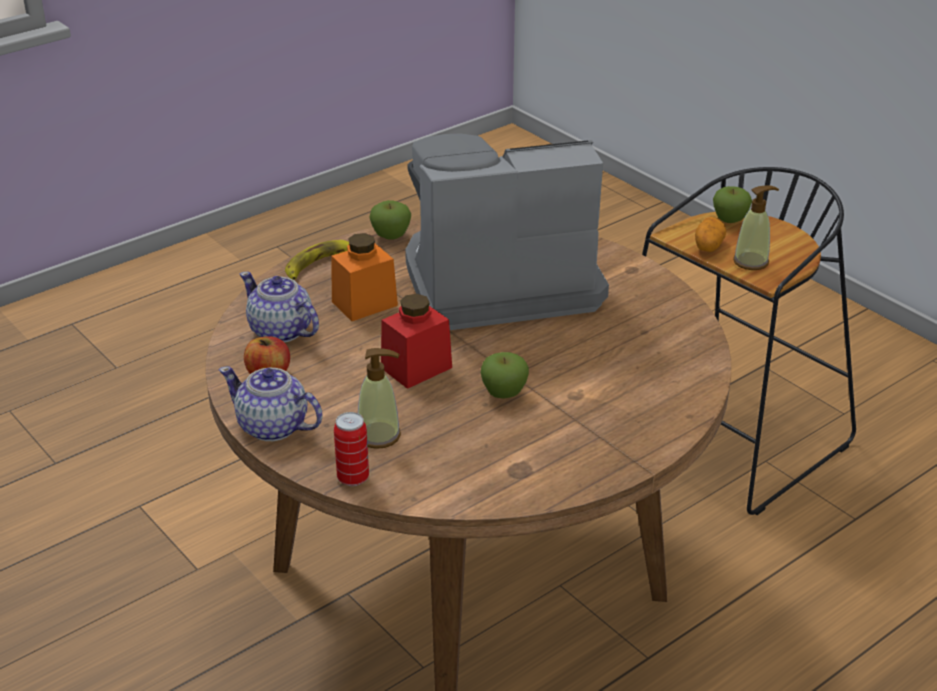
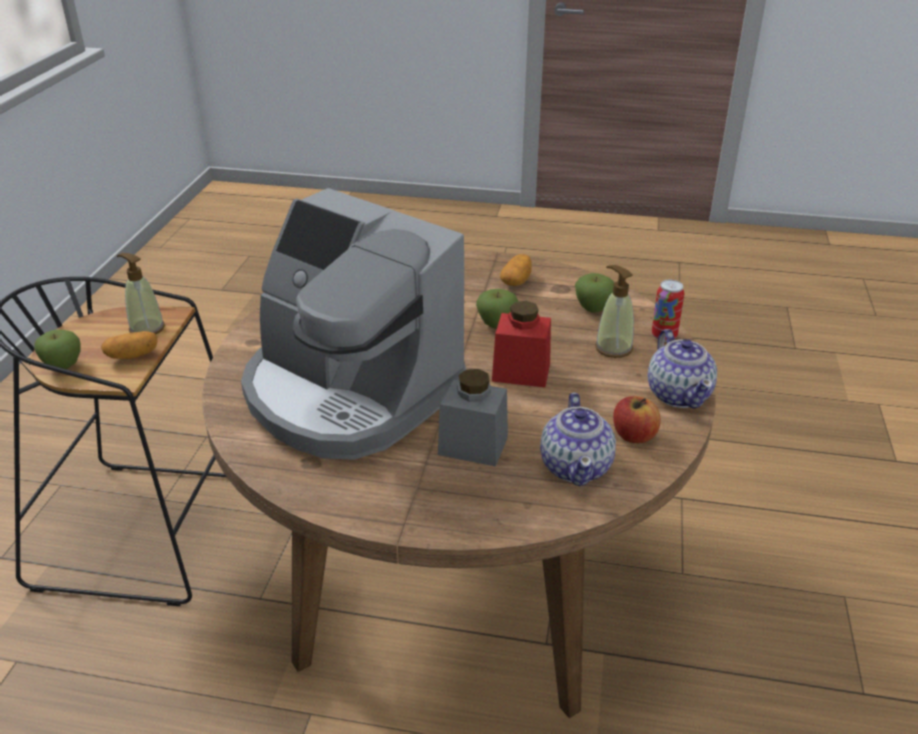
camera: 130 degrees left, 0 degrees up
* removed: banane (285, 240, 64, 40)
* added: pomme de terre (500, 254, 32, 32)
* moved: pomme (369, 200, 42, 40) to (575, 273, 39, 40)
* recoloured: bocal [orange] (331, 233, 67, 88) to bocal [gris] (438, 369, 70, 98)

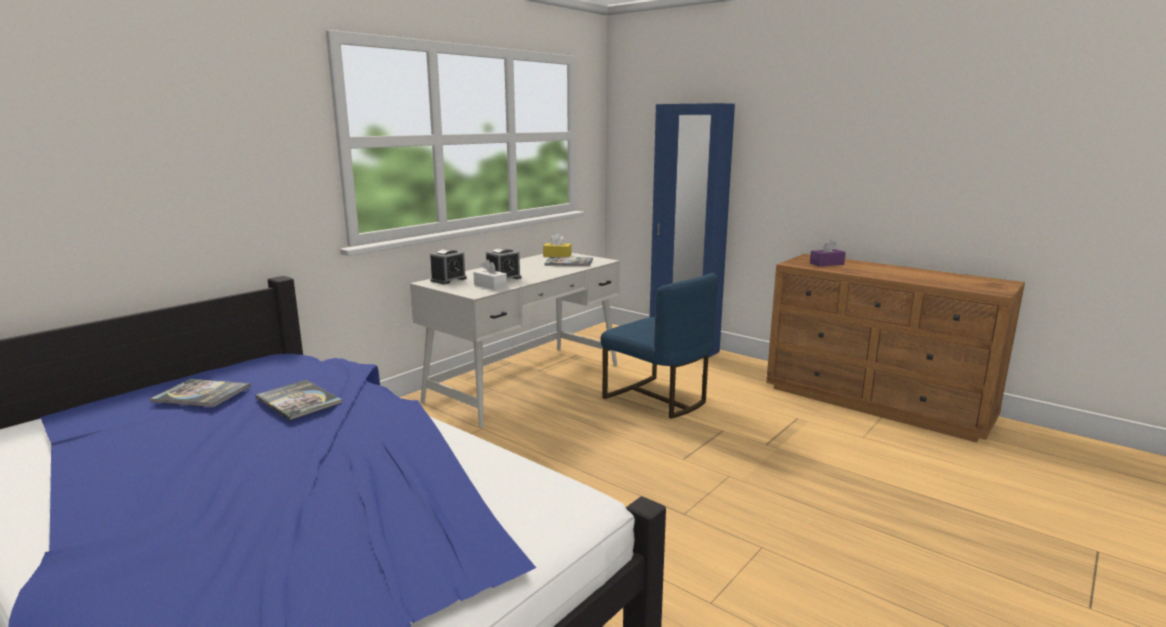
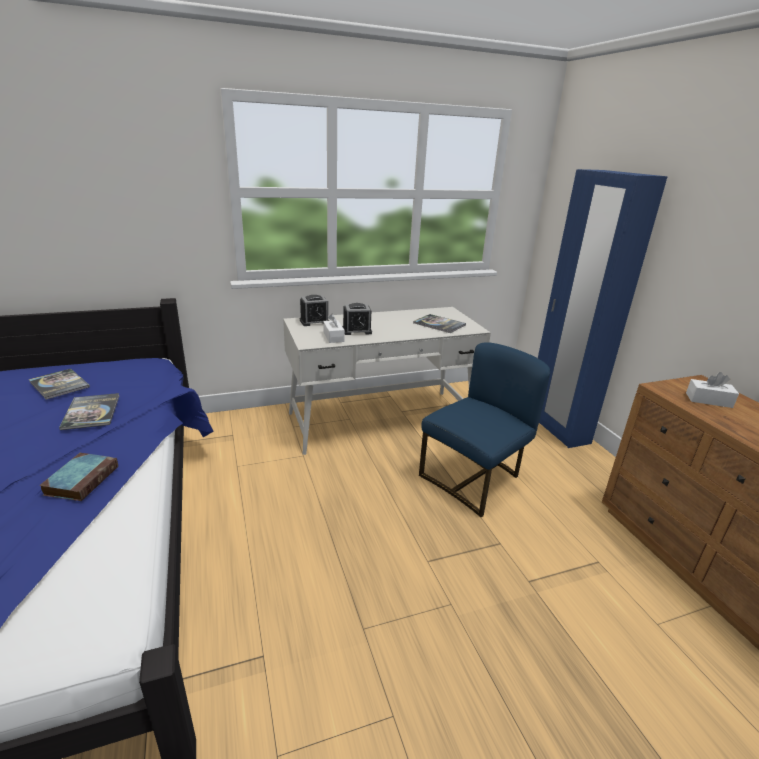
camera: 30 degrees right, 10 degrees up
* removed: boîte à mouchoirs [jaune] (543, 234, 29, 23)
* added: livre (39, 453, 79, 48)
* recoloured: boîte à mouchoirs [violet] (810, 239, 36, 27) to boîte à mouchoirs [blanc] (686, 372, 53, 36)
* turned: chaise [bleu] (601, 273, 116, 146) = (419, 342, 131, 176) 120 degrees counterclockwise

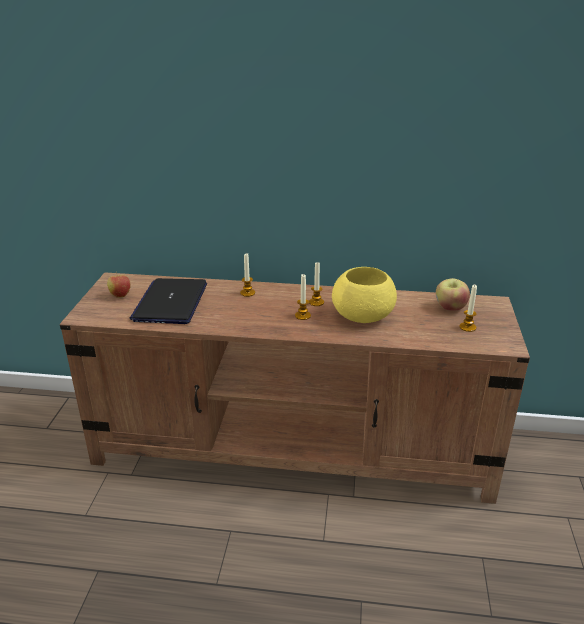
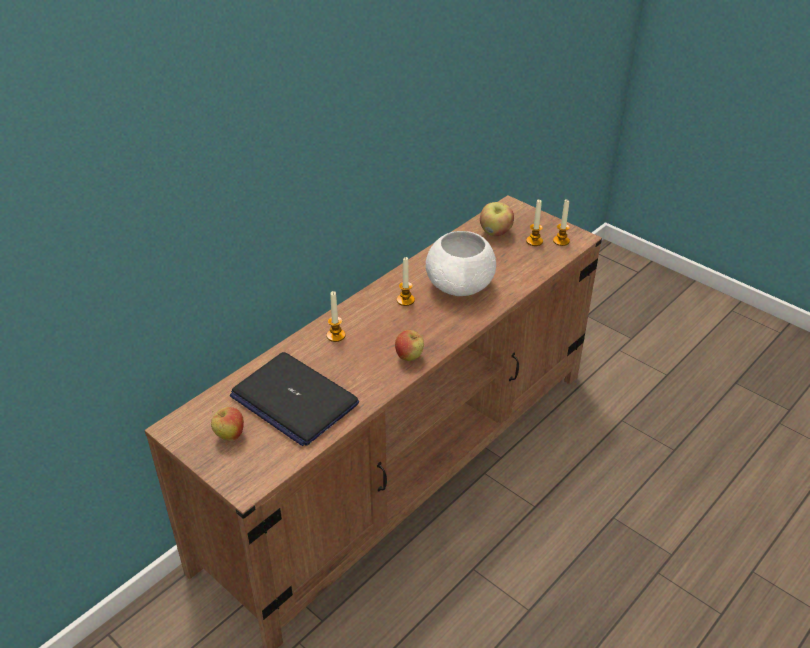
camera: 55 degrees left, 10 degrees up
* added: pomme (395, 330, 29, 31)
* moved: bougie (295, 274, 16, 46) to (553, 200, 17, 46)
* recoloured: bol [jaune] (332, 267, 65, 56) to bol [blanc] (426, 231, 70, 65)

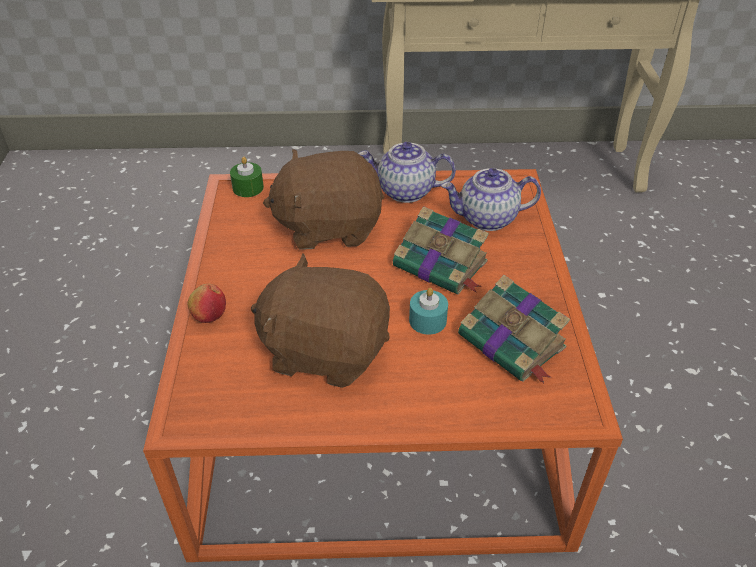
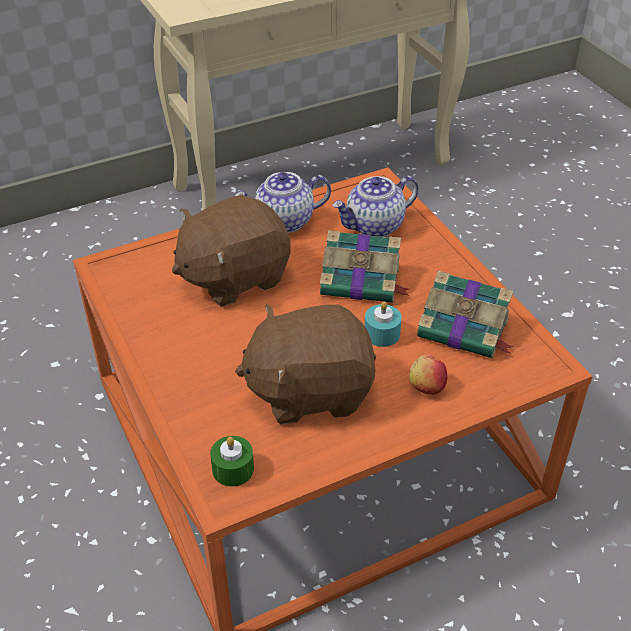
camera: 25 degrees left, 0 degrees up
* moved: pomme (188, 284, 38, 39) to (409, 354, 38, 41)
* moved: bougie [vert] (230, 157, 34, 40) to (210, 436, 44, 51)

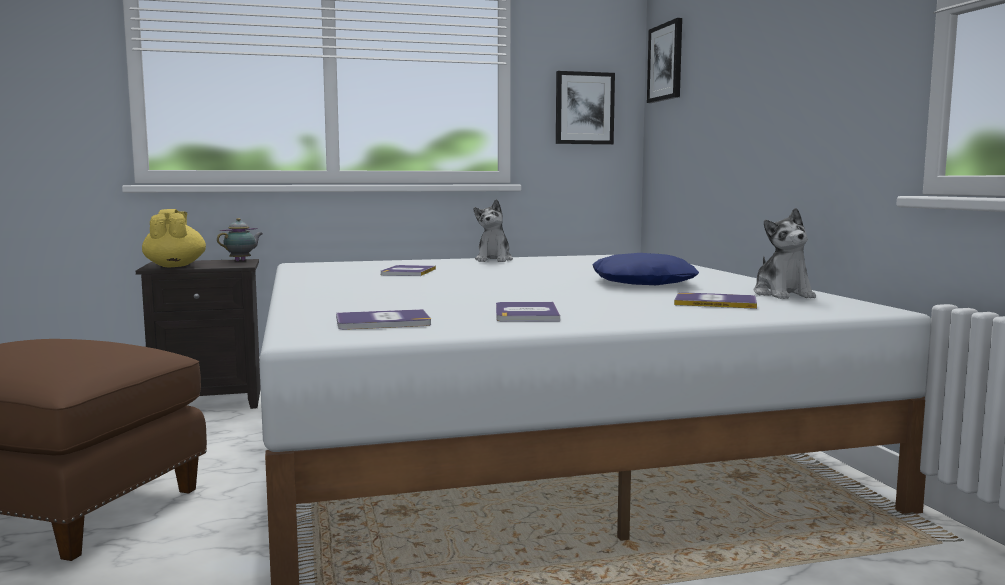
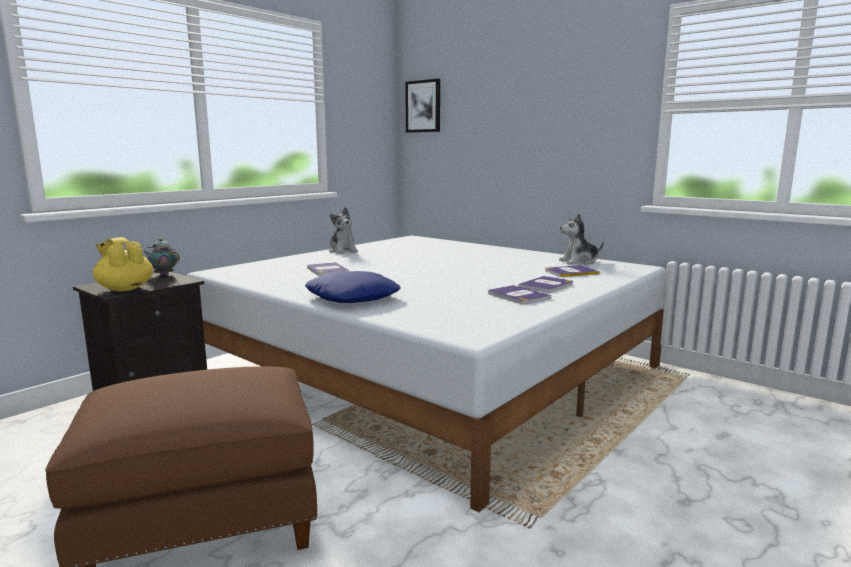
camera: 35 degrees left, 5 degrees up
* removed: tableau (556, 71, 59, 74)
* moved: livre (336, 309, 95, 21) to (518, 276, 55, 16)
* moved: coussin [bleu] (592, 253, 107, 32) to (305, 271, 96, 32)
* turned: théière (217, 218, 46, 43) = (144, 238, 36, 38) 75 degrees counterclockwise
* turned: peluche (754, 208, 62, 91) = (559, 214, 45, 51) 120 degrees clockwise

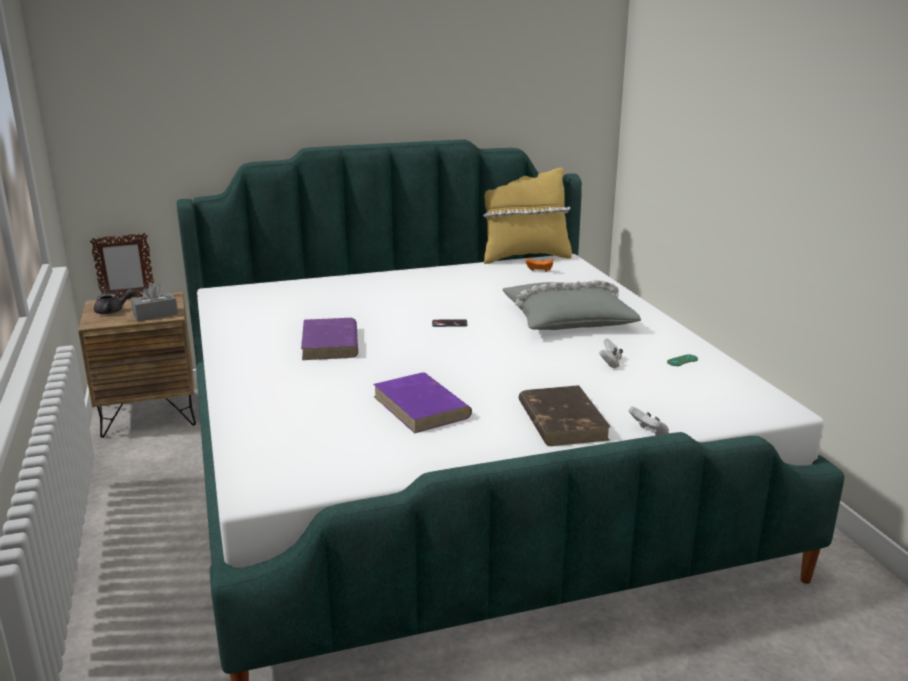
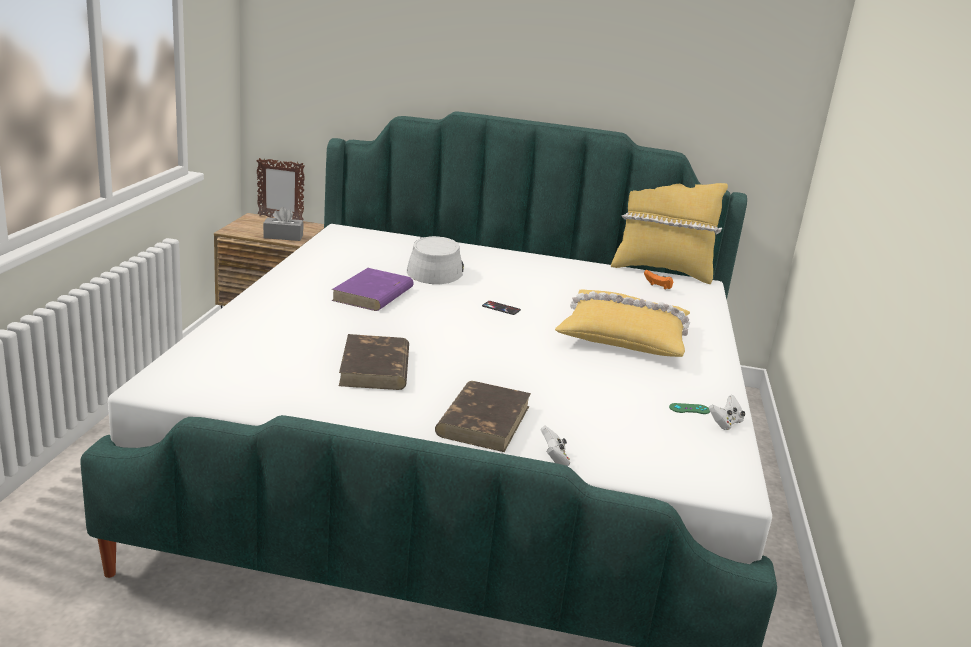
camera: 25 degrees right, 0 degrees up
* removed: théière [gris] (94, 289, 41, 25)
* added: chapeau [gris] (407, 236, 57, 48)
* moved: manette [blanc] (599, 338, 24, 30) to (709, 395, 36, 35)
* recoloured: livre [violet] (373, 372, 99, 61) to livre [marron] (339, 334, 70, 56)
* recoloured: coussin [gris] (502, 280, 139, 50) to coussin [jaune] (555, 289, 135, 68)

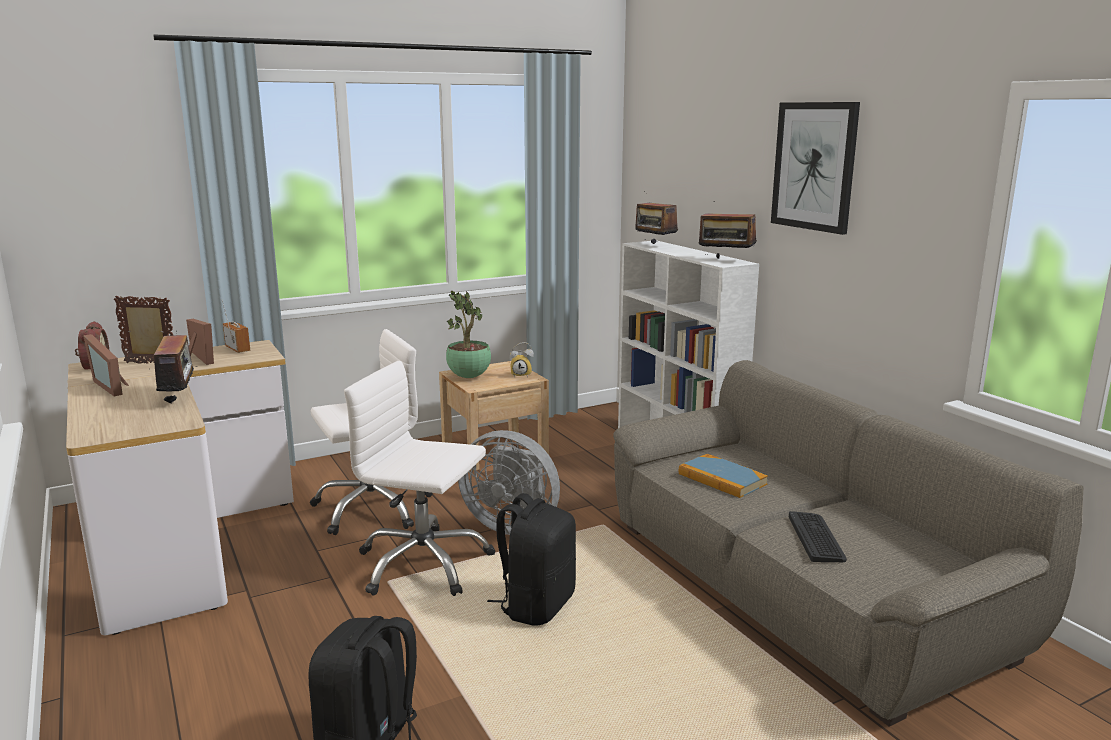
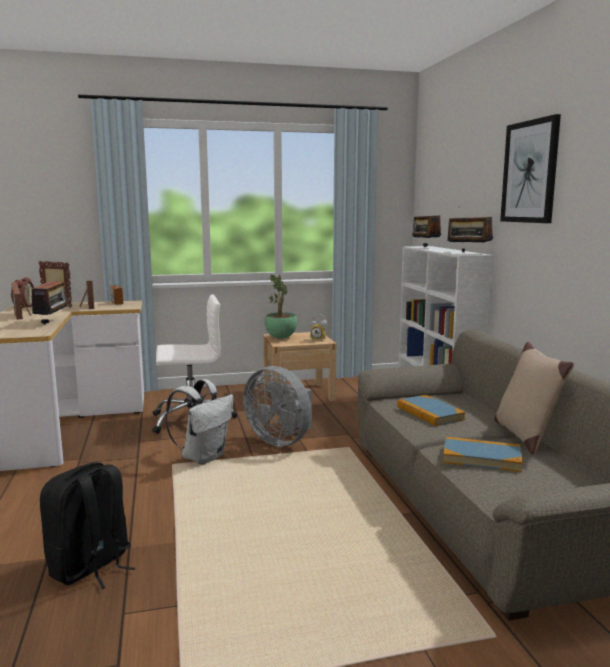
camera: 15 degrees right, 5 degrees down
* removed: sac à dos [noir] (487, 493, 89, 133)
* added: coussin [beige] (494, 342, 80, 113)
* replaced: chaise de bureau [blanc] (344, 361, 151, 235) to sac à dos [blanc] (165, 379, 68, 86)
* replaced: clavier (789, 511, 58, 51) to livre (443, 437, 80, 35)

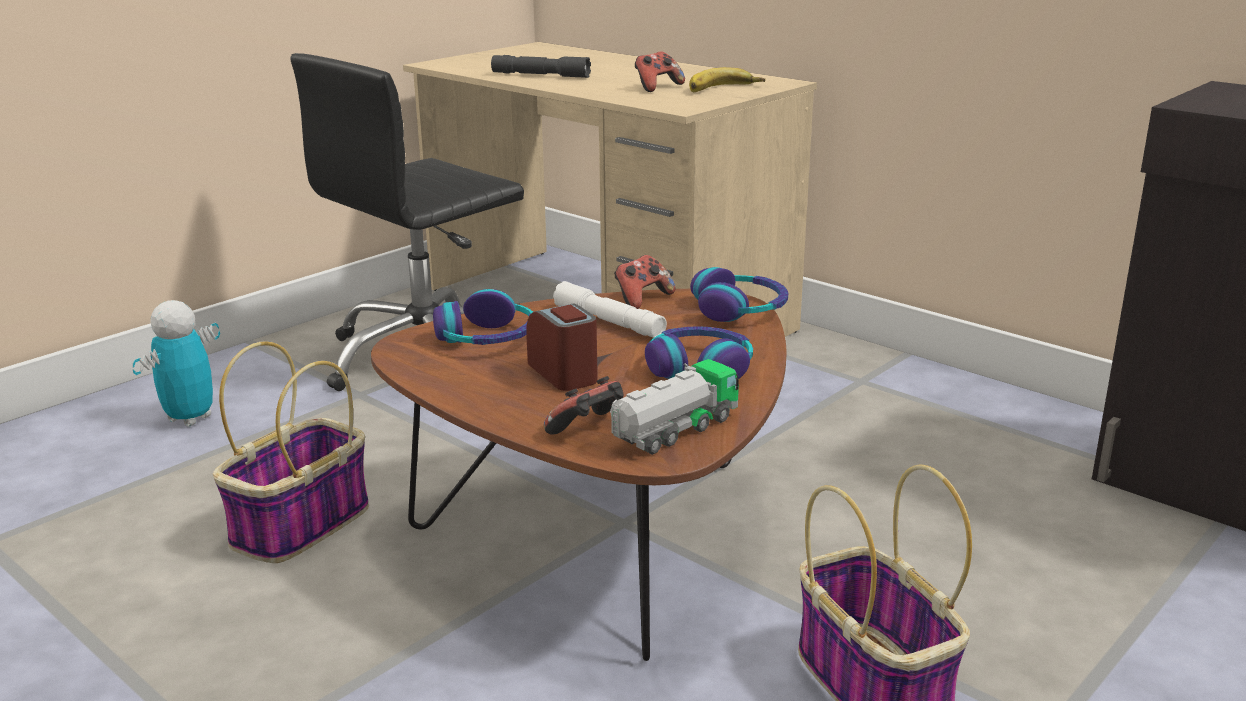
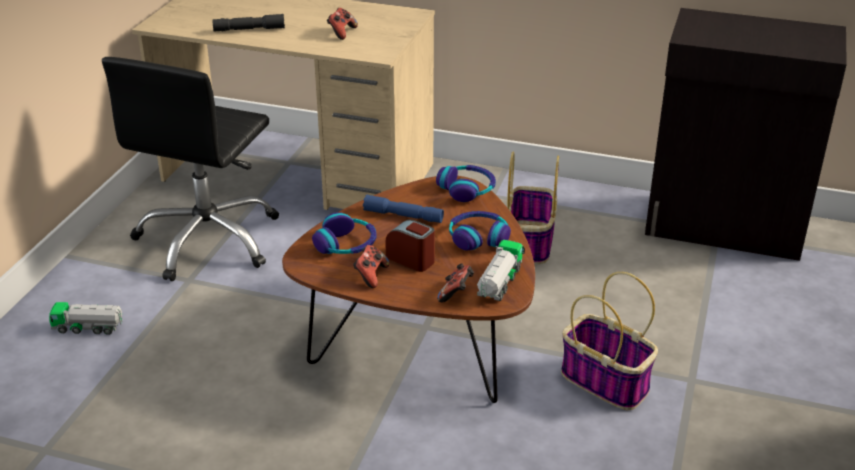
camera: 25 degrees left, 10 degrees up
* removed: banane (689, 67, 76, 25)
* moved: panier (213, 341, 156, 222) to (507, 151, 52, 113)
* moved: manette (614, 255, 62, 54) to (353, 245, 37, 43)
* replaced: robot jouet (132, 300, 88, 127) to camion jouet (49, 302, 74, 33)
* recoloured: lampe de poche [blanc] (553, 281, 114, 57) to lampe de poche [bleu] (363, 195, 81, 28)

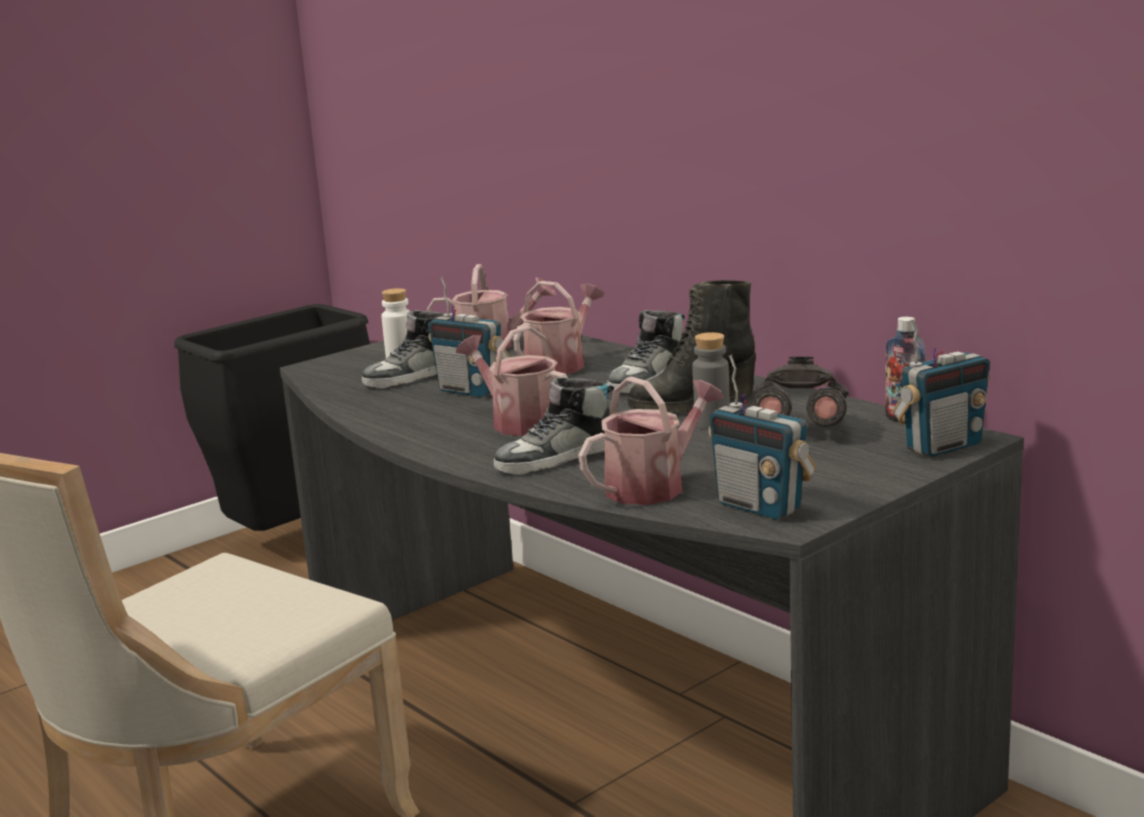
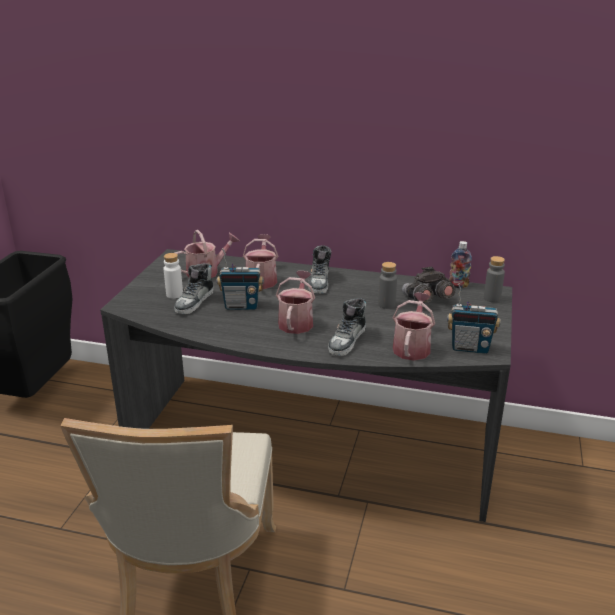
camera: 35 degrees left, 10 degrees up
* removed: botte [noir] (628, 280, 128, 133)
* replaced: radio (892, 318, 98, 139) to bouteille [gris] (484, 256, 21, 46)
* turned: arrosoir (456, 325, 112, 111) = (276, 271, 39, 63) 90 degrees clockwise

